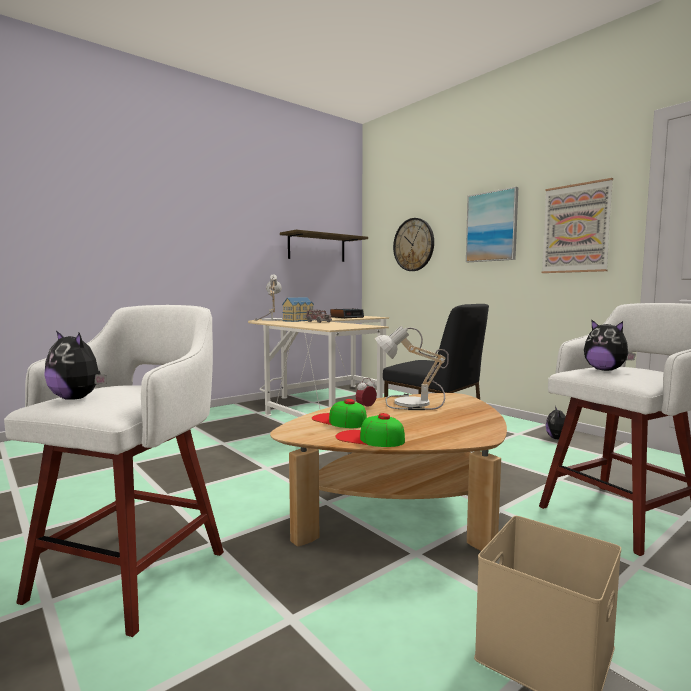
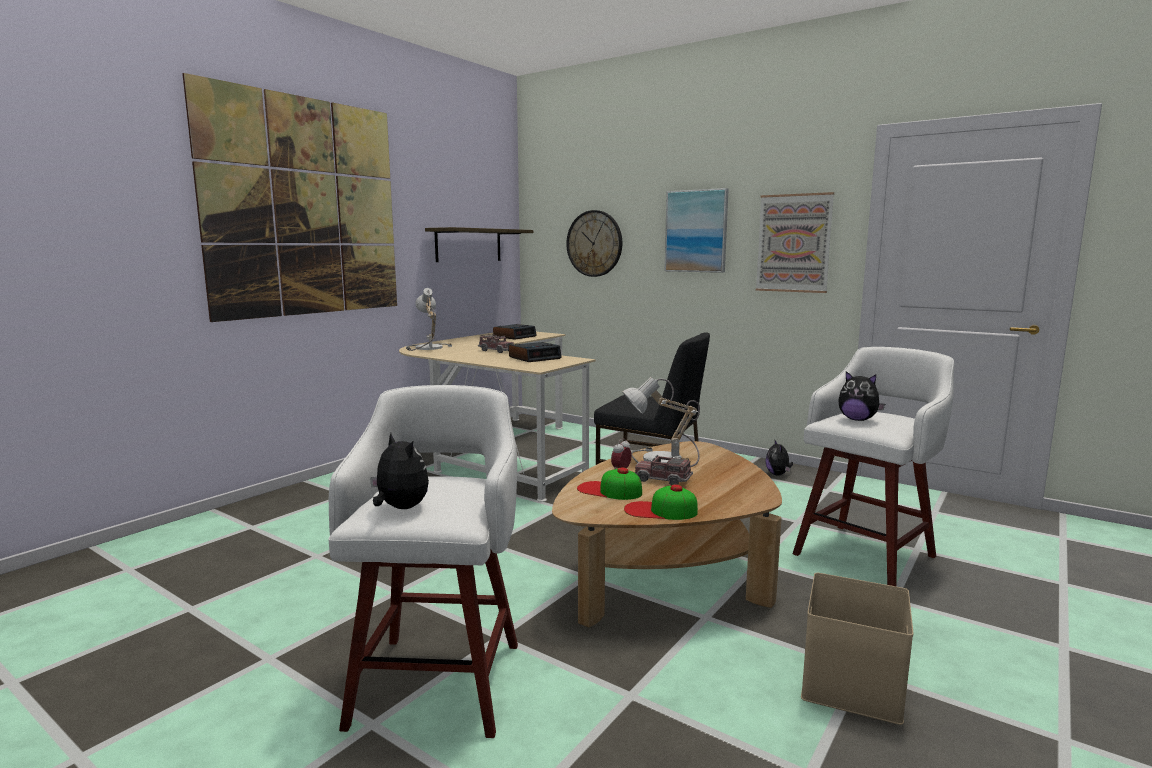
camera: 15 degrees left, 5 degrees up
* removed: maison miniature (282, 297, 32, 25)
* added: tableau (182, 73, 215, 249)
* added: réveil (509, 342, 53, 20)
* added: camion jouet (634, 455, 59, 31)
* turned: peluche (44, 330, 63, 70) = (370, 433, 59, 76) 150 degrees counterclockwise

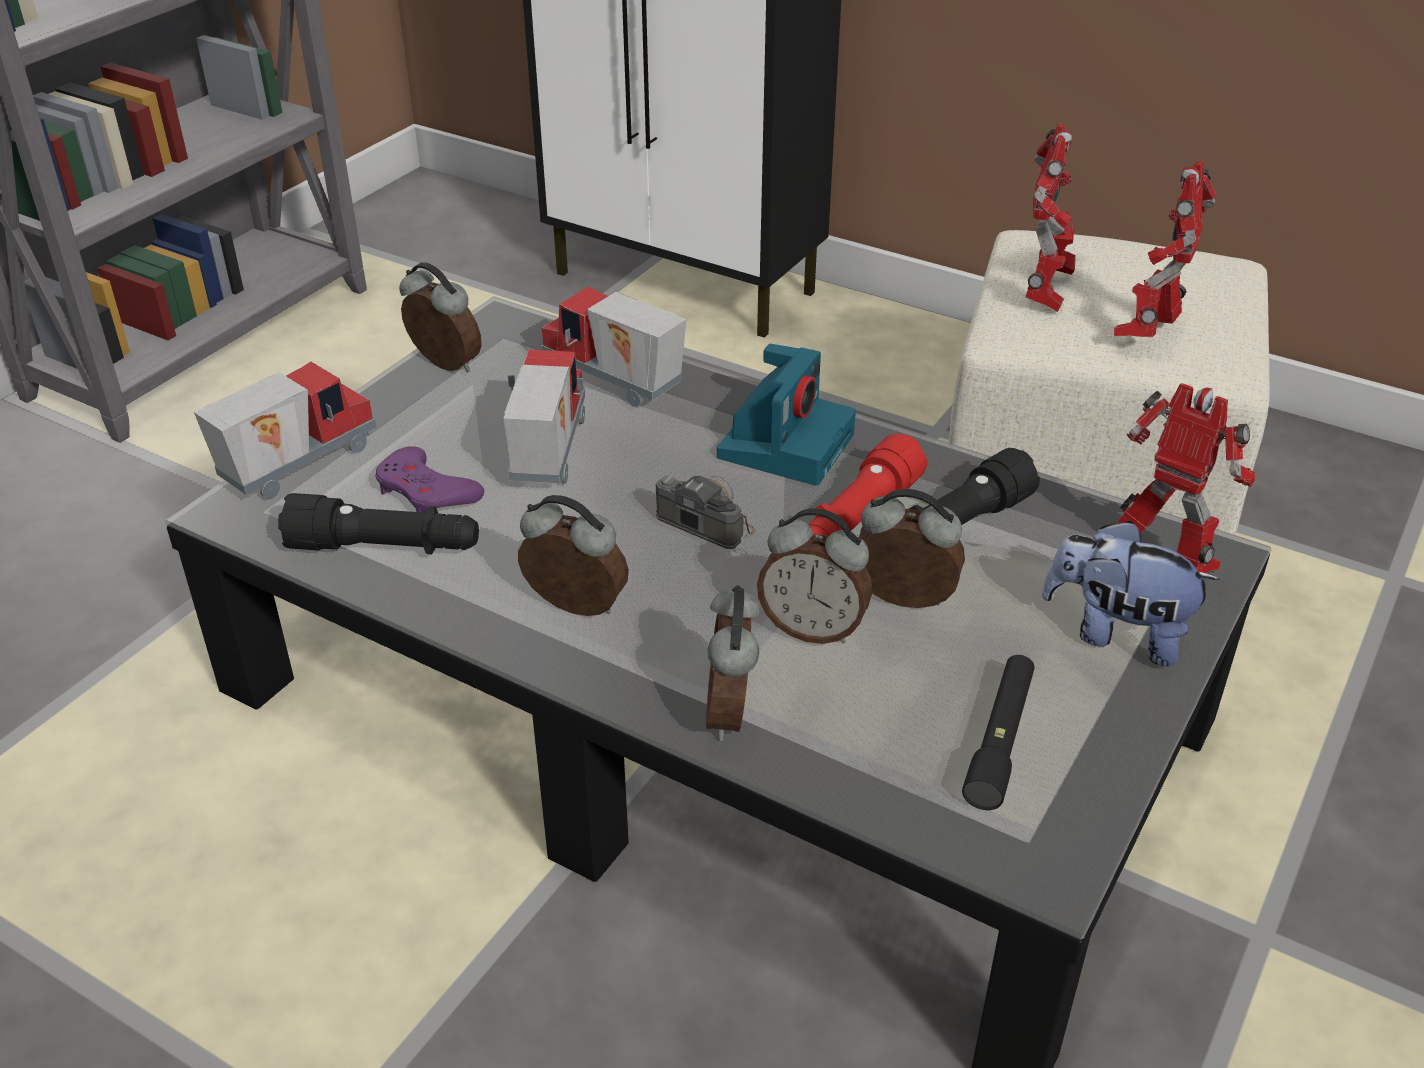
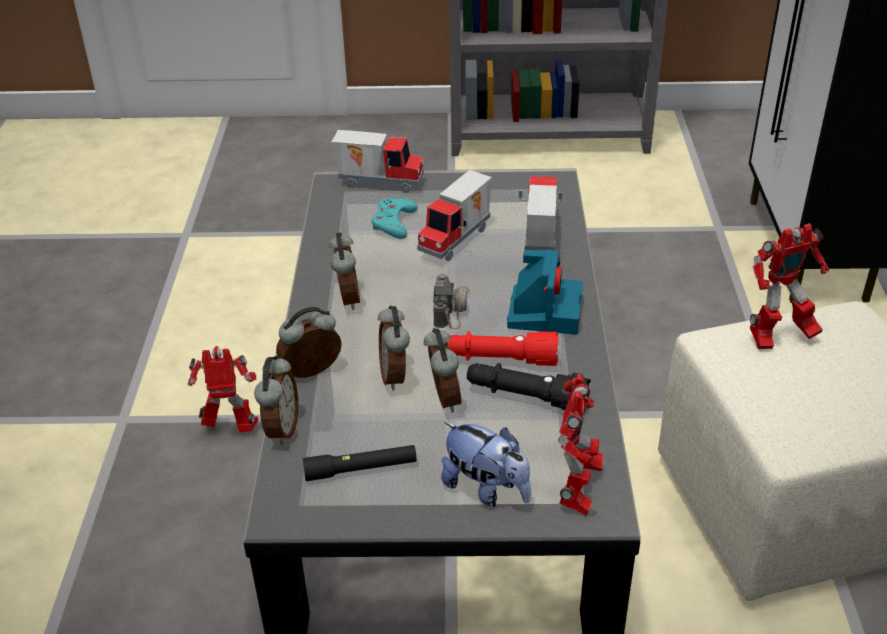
camera: 60 degrees right, 0 degrees up
* removed: lampe de poche [noir] (278, 493, 201, 61)
* moved: réveil (399, 262, 83, 110) to (254, 355, 44, 90)
* moved: robot jouet (1114, 161, 102, 176) to (188, 346, 70, 86)
* recoloured: manette [violet] (375, 446, 109, 67) to manette [turquoise] (372, 198, 46, 41)
* turned: camion jouet (503, 350, 82, 133) = (417, 170, 75, 91) 150 degrees clockwise
* turned: appareil photo (717, 344, 139, 141) = (507, 250, 76, 84) 75 degrees counterclockwise
* turned: peluche (1042, 521, 178, 145) = (441, 422, 90, 85) 135 degrees clockwise

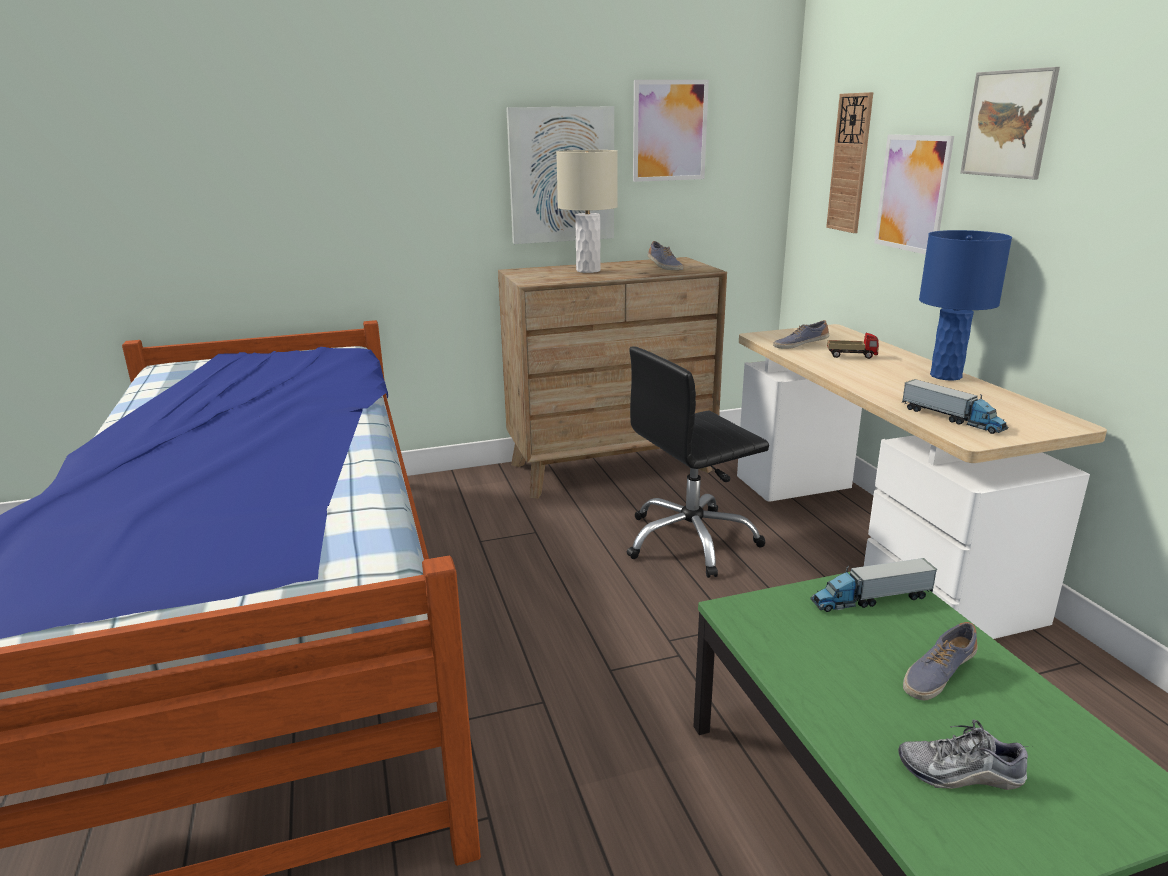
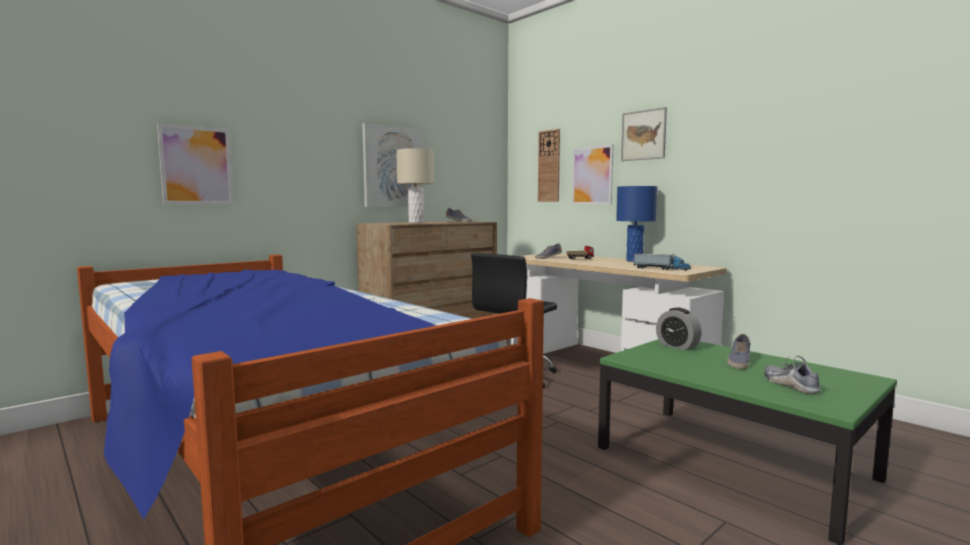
camera: 25 degrees left, 15 degrees down
* moved: tableau (633, 80, 76, 102) to (157, 123, 76, 81)
* replaced: camion jouet (811, 558, 126, 54) to réveil (656, 308, 46, 42)
* turned: chaussure (898, 720, 134, 70) = (764, 356, 56, 38) 90 degrees clockwise

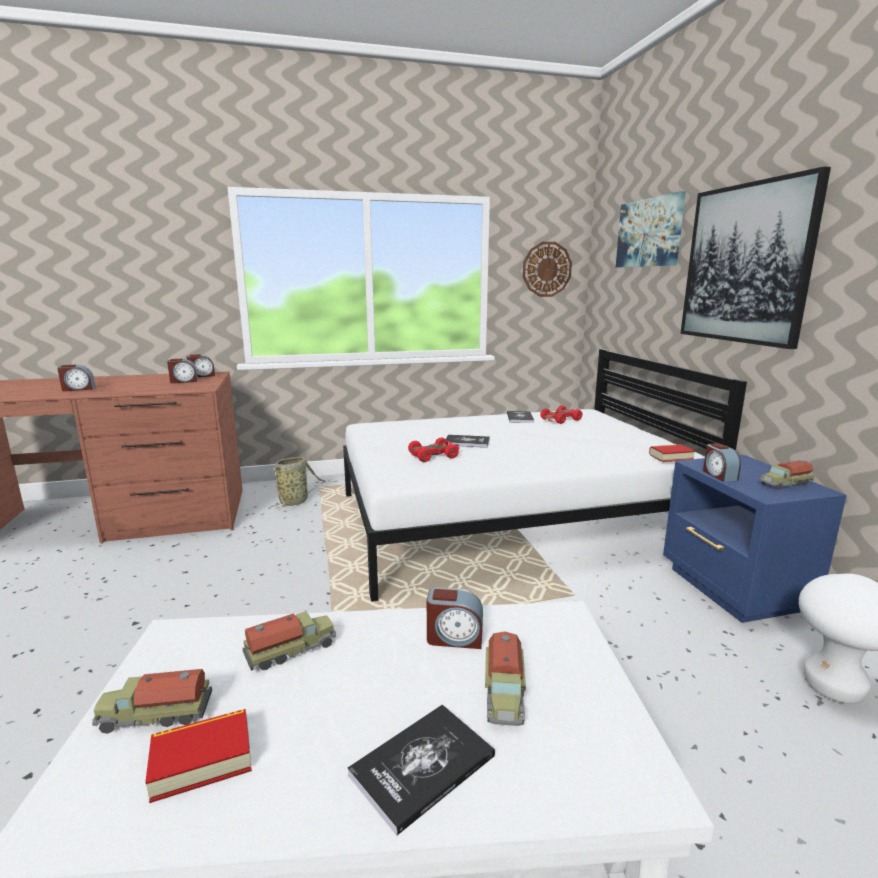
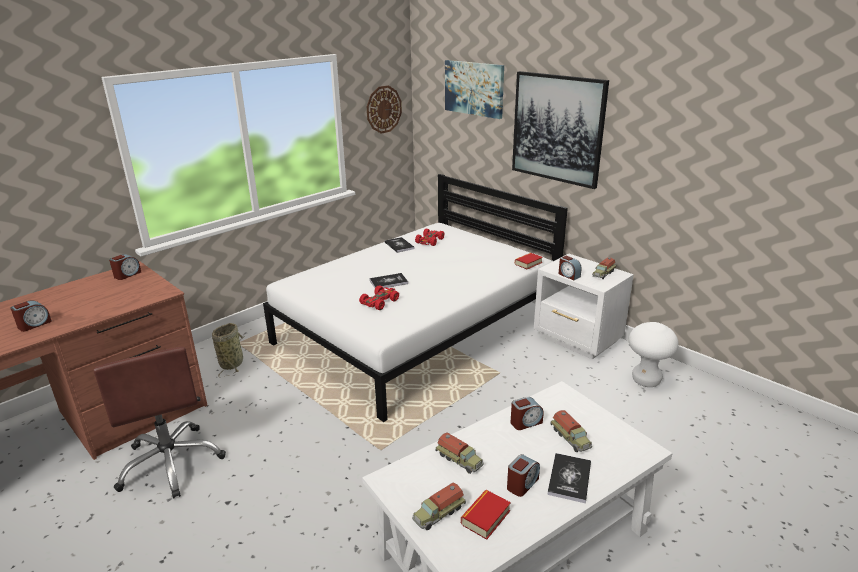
camera: 30 degrees left, 10 degrees up
* added: chaise de bureau [marron] (94, 347, 132, 152)
* moved: réveil (167, 359, 31, 24) to (507, 454, 33, 43)
* recoloured: table de chevet [bleu] (663, 455, 184, 168) to table de chevet [blanc] (534, 253, 100, 106)
* turned: camion jouet (242, 611, 94, 60) = (436, 432, 48, 42) 105 degrees clockwise

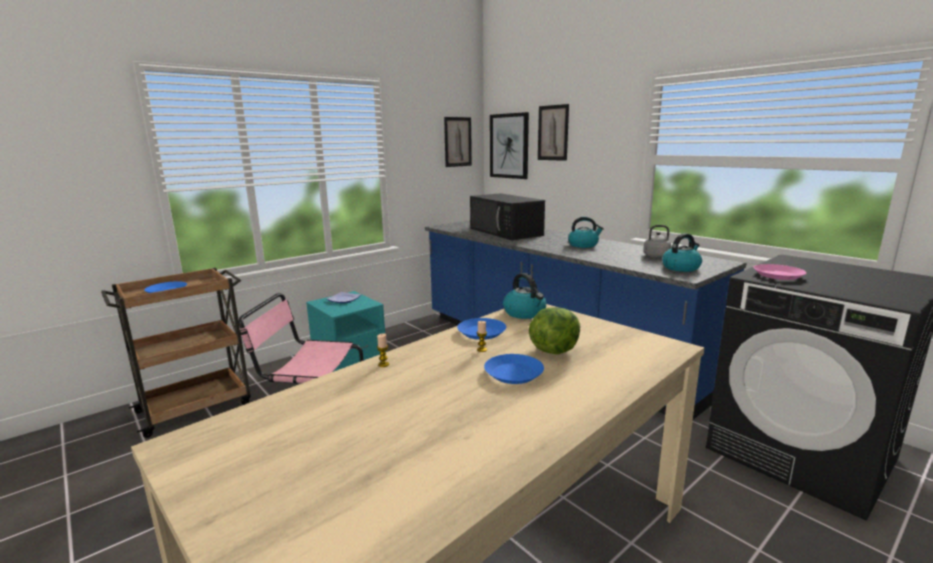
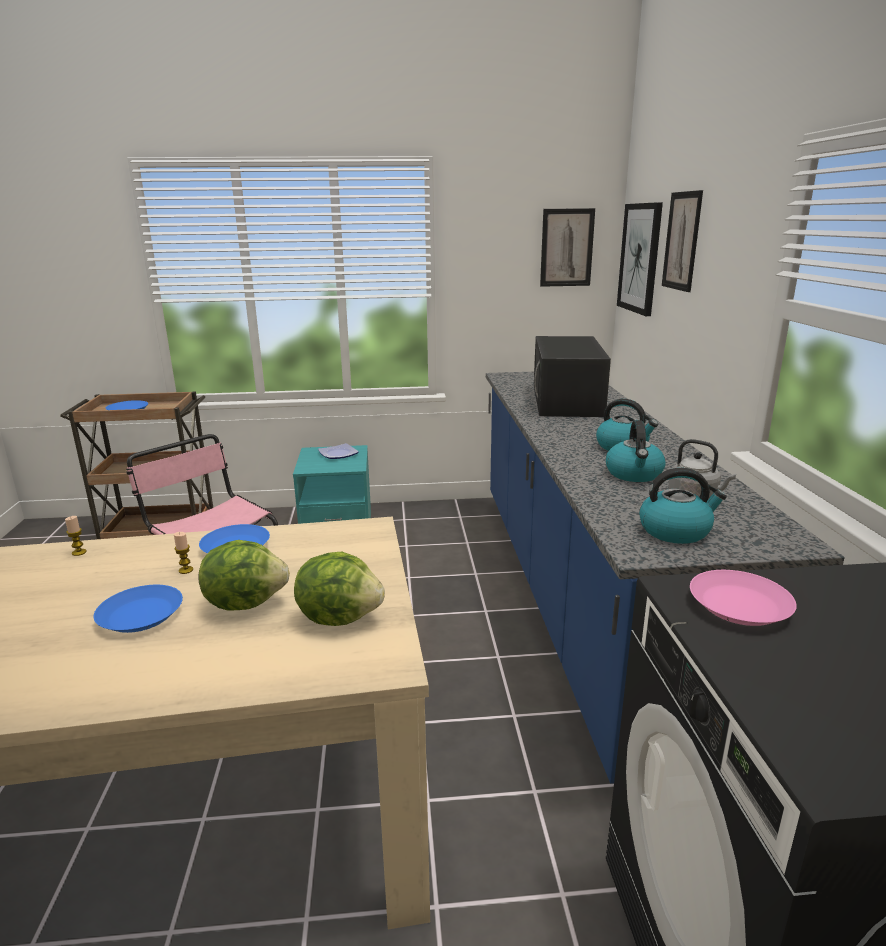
camera: 35 degrees right, 5 degrees up
* added: laitue (294, 552, 91, 74)
* moved: bouilloire (503, 273, 43, 46) to (606, 420, 60, 62)

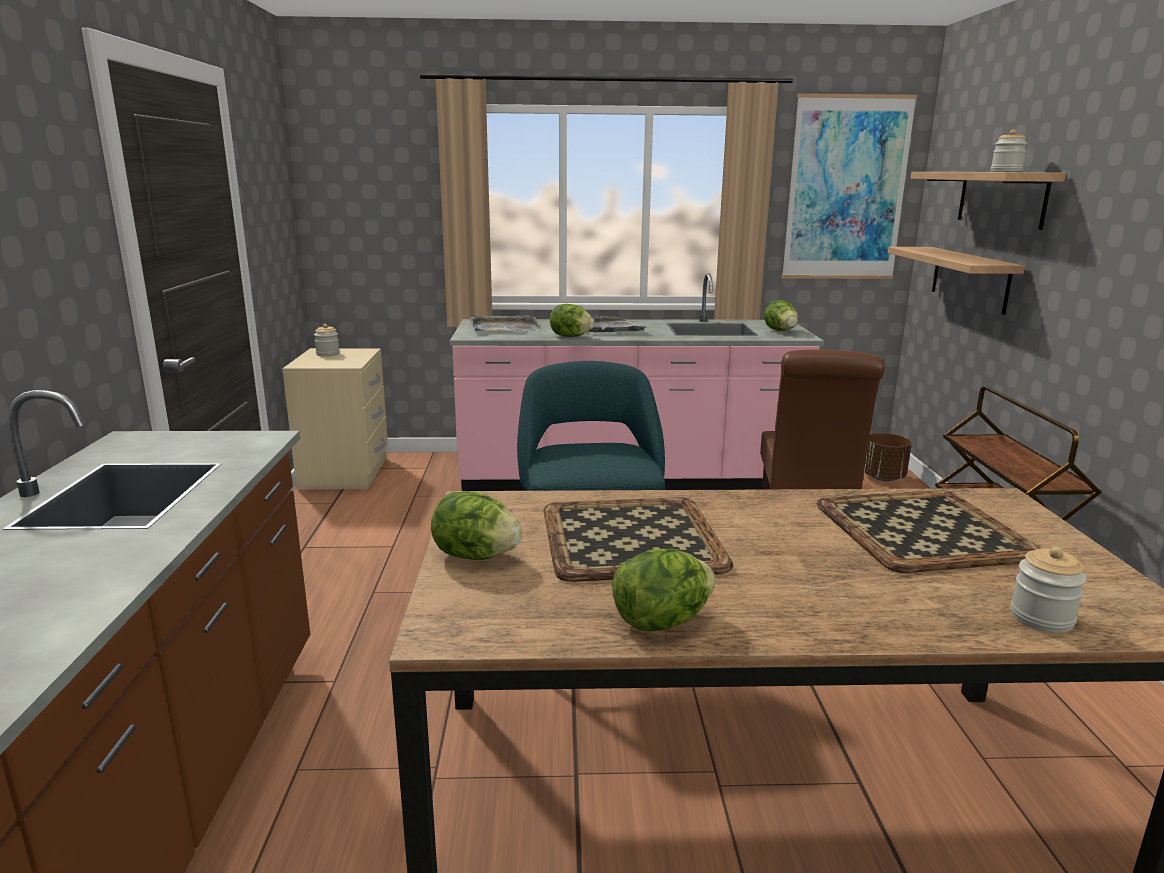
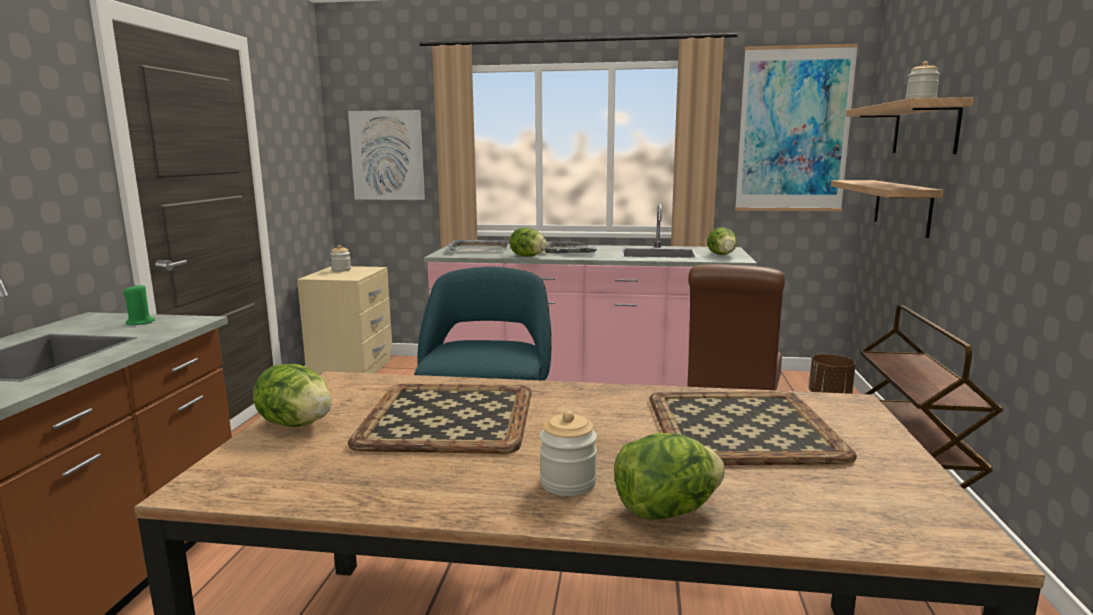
camera: 10 degrees right, 5 degrees down
* added: bougie [vert] (123, 284, 32, 41)
* added: tableau (348, 110, 77, 90)
* moved: laitue (612, 548, 104, 84) to (614, 433, 111, 87)
* moved: bocal (1011, 547, 76, 86) to (540, 411, 57, 85)

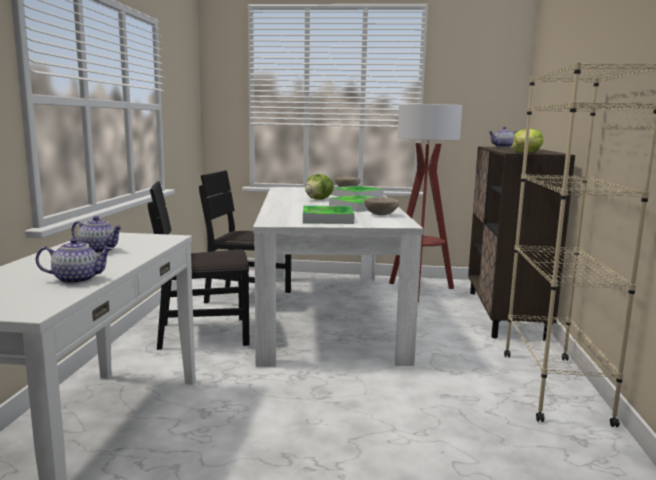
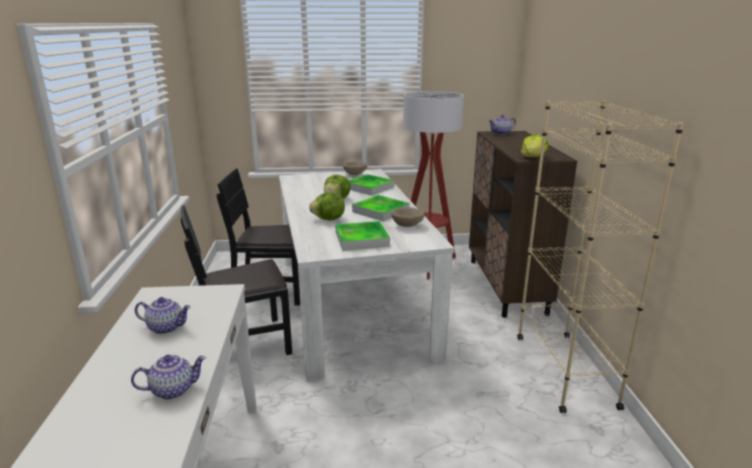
camera: 10 degrees left, 10 degrees up
* added: laitue (309, 192, 36, 29)

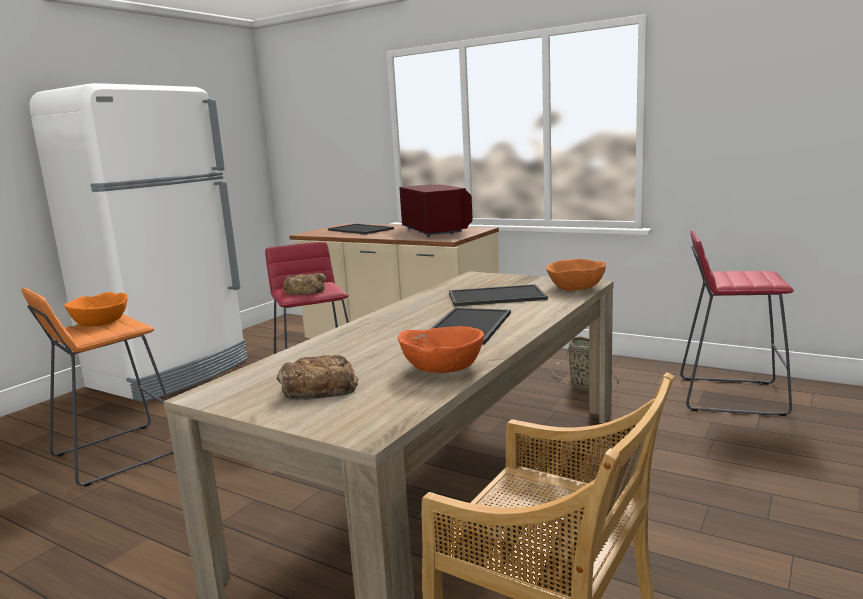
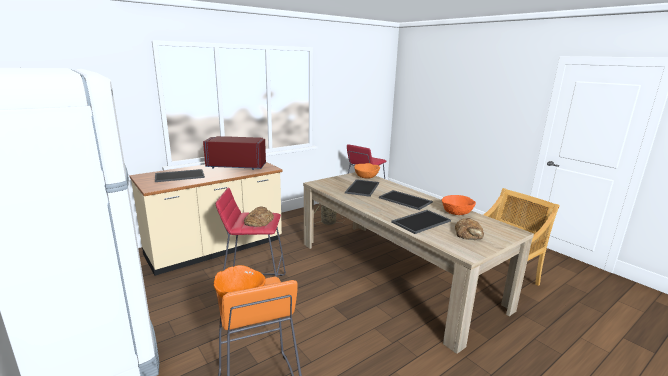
camera: 70 degrees left, 5 degrees up
* added: plateau (391, 210, 60, 24)

